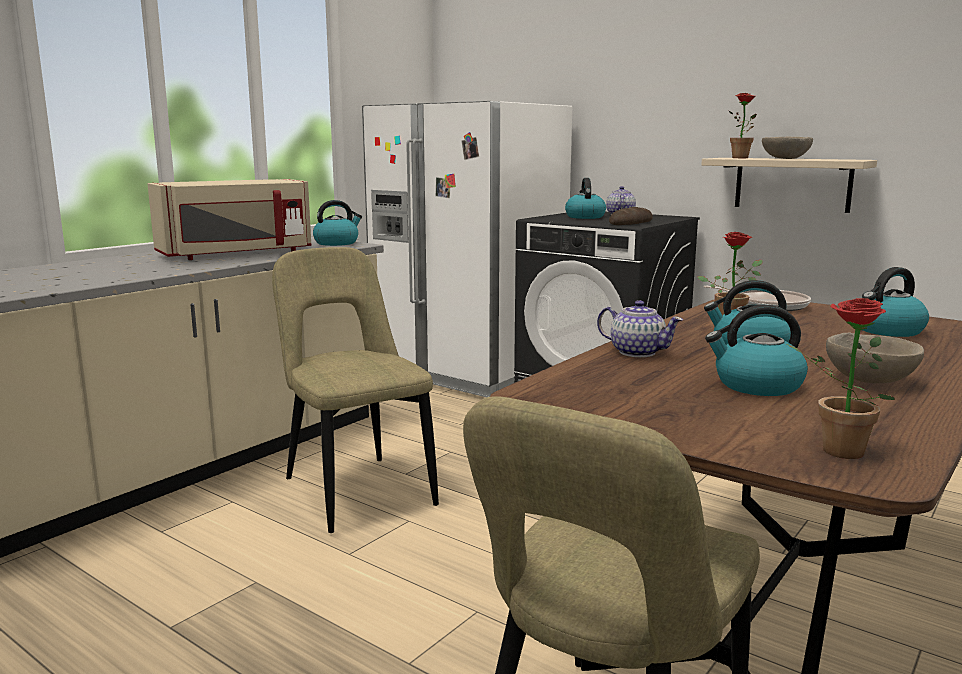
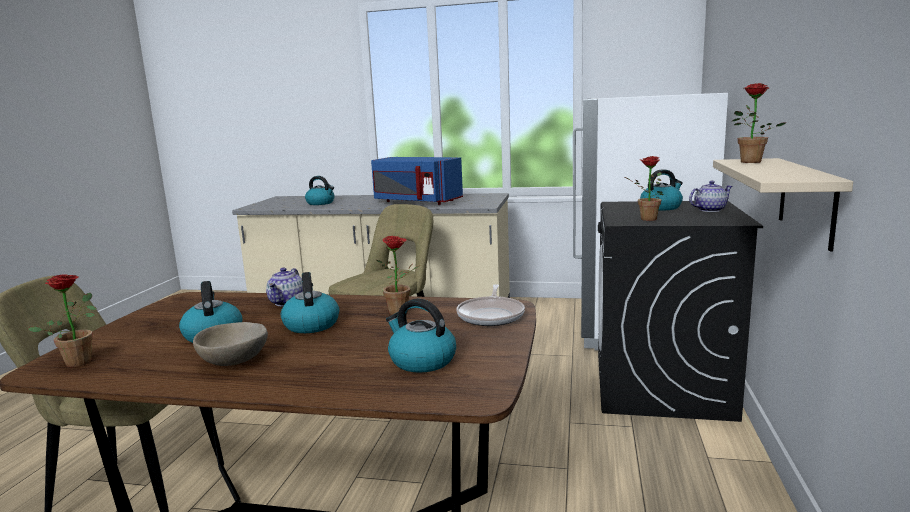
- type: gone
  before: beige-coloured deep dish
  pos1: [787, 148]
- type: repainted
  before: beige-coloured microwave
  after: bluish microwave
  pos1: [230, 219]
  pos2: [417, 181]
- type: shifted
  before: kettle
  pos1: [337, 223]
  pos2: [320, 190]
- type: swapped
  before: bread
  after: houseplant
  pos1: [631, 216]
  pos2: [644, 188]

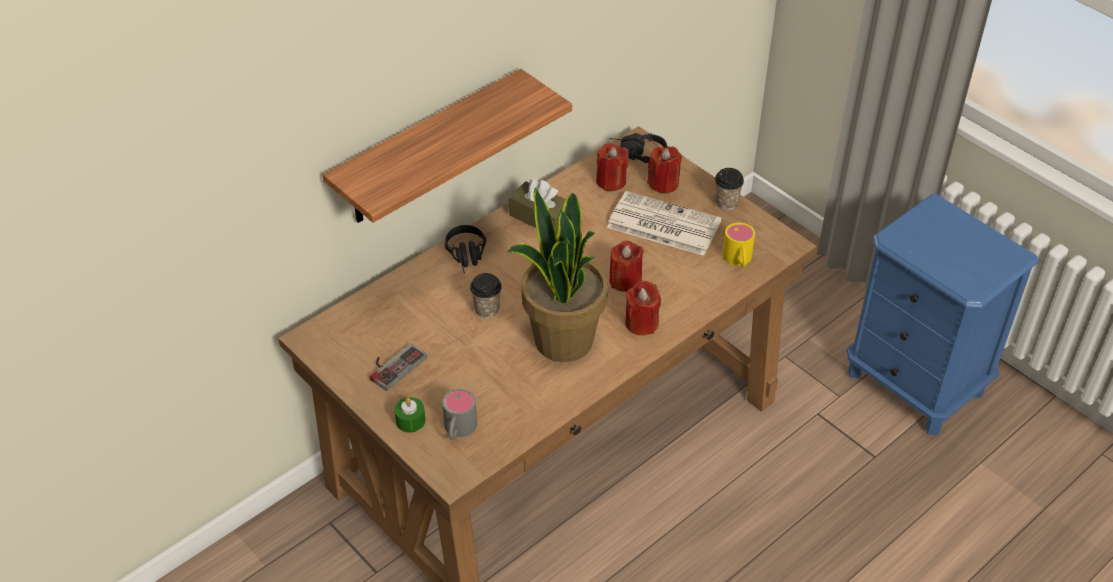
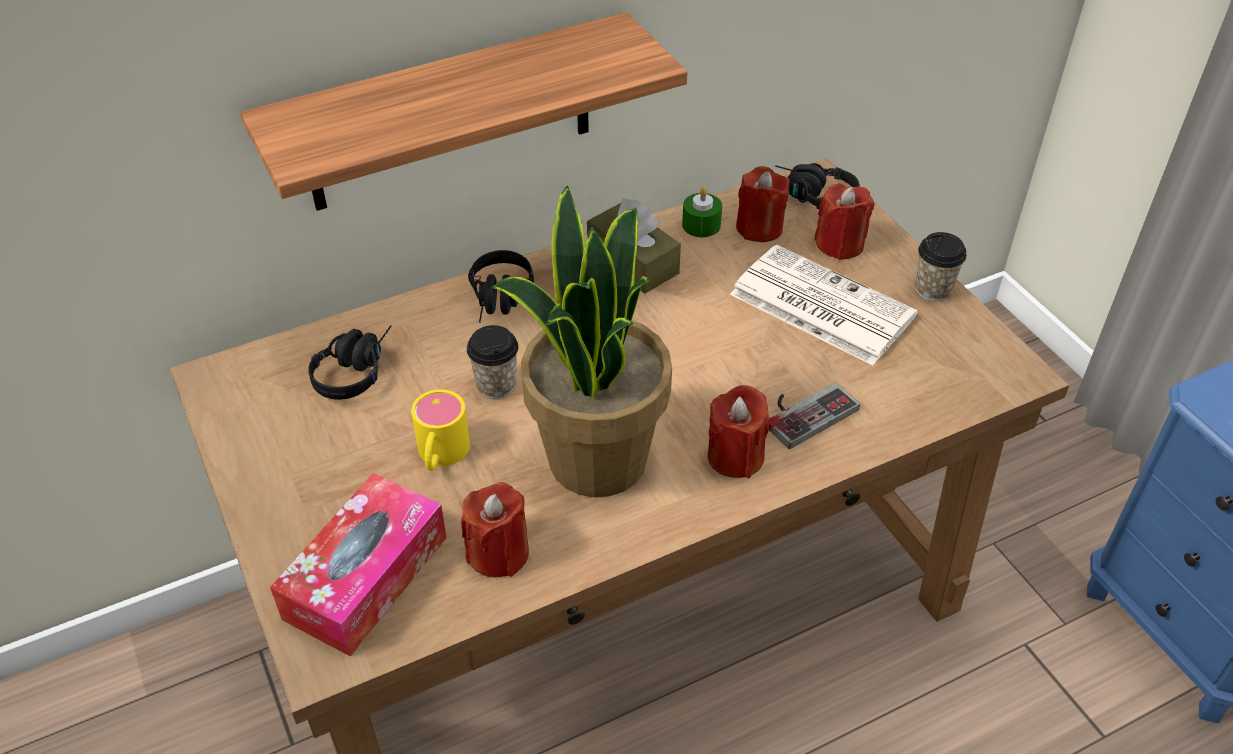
- type: shifted
  before: yellow coffee mug
  pos1: [738, 245]
  pos2: [440, 430]
- type: shifted
  before: red wax light
  pos1: [626, 266]
  pos2: [495, 530]
- type: shifted
  before: gamepad
  pos1: [398, 367]
  pos2: [814, 415]
- type: swapped
  before: greyish coffee mug
  after: tissue box
  pos1: [459, 414]
  pos2: [358, 565]
- type: shifted
  before: green-coloured wax light
  pos1: [409, 415]
  pos2: [702, 212]
- type: new
  after: black headset
  pos2: [350, 362]

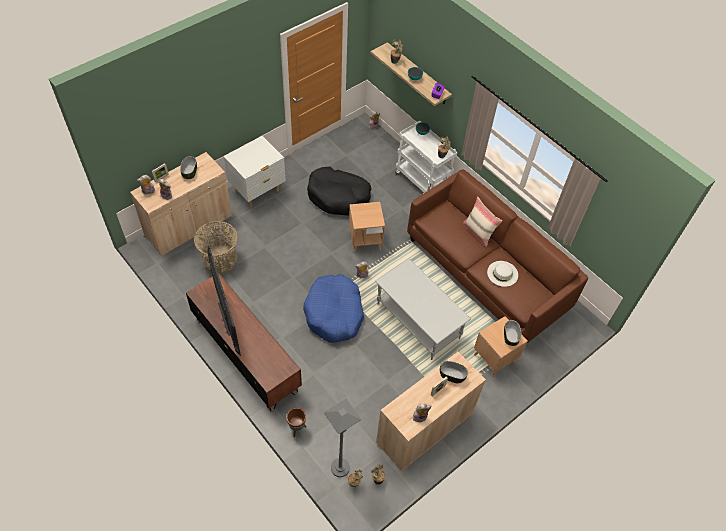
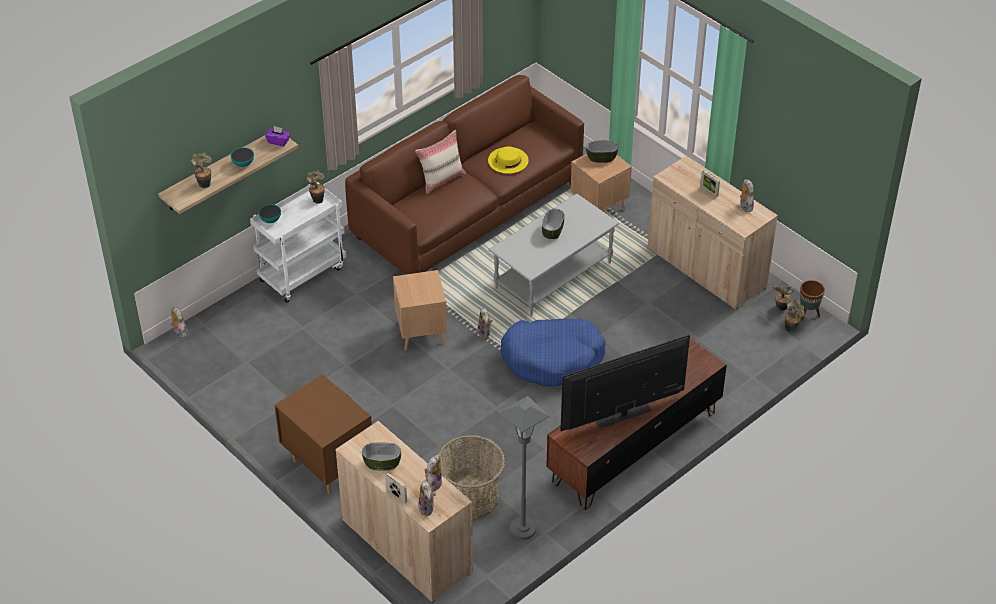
- type: repainted
  before: whitish night table
  after: brown-coloured night table
  pos1: [255, 171]
  pos2: [323, 434]
- type: gone
  before: black dog bed
  pos1: [339, 191]
- type: repainted
  before: whitish wearable hat
  after: yellow wearable hat
  pos1: [502, 274]
  pos2: [508, 160]
- type: shifted
  before: deep dish
  pos1: [454, 372]
  pos2: [553, 224]
- type: shifted
  before: greyish standard lamp
  pos1: [342, 438]
  pos2: [525, 468]
- type: shifted
  before: brown-coloured plant pot
  pos1: [296, 422]
  pos2: [812, 300]

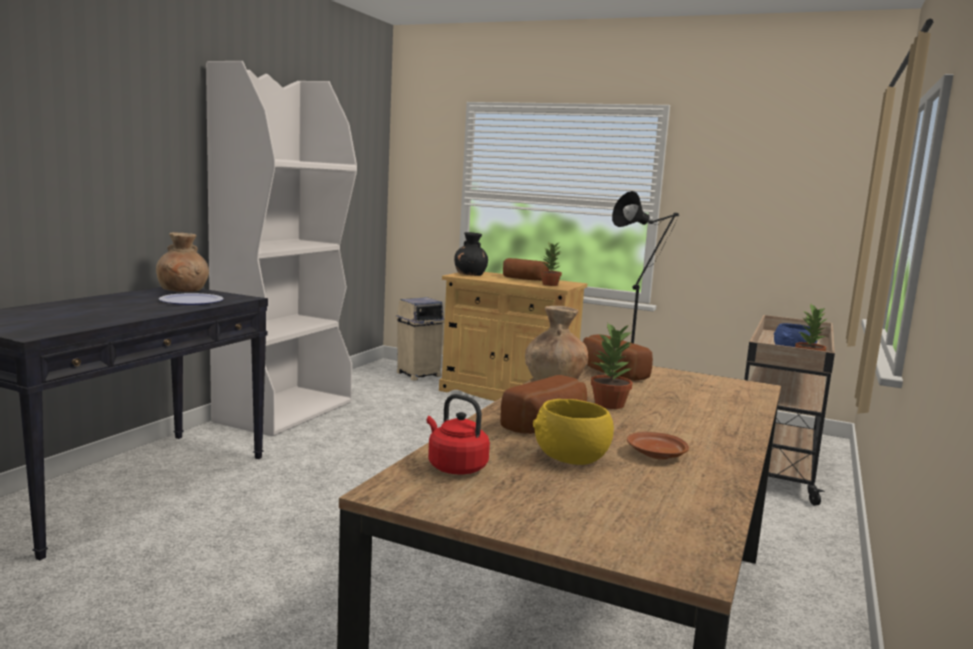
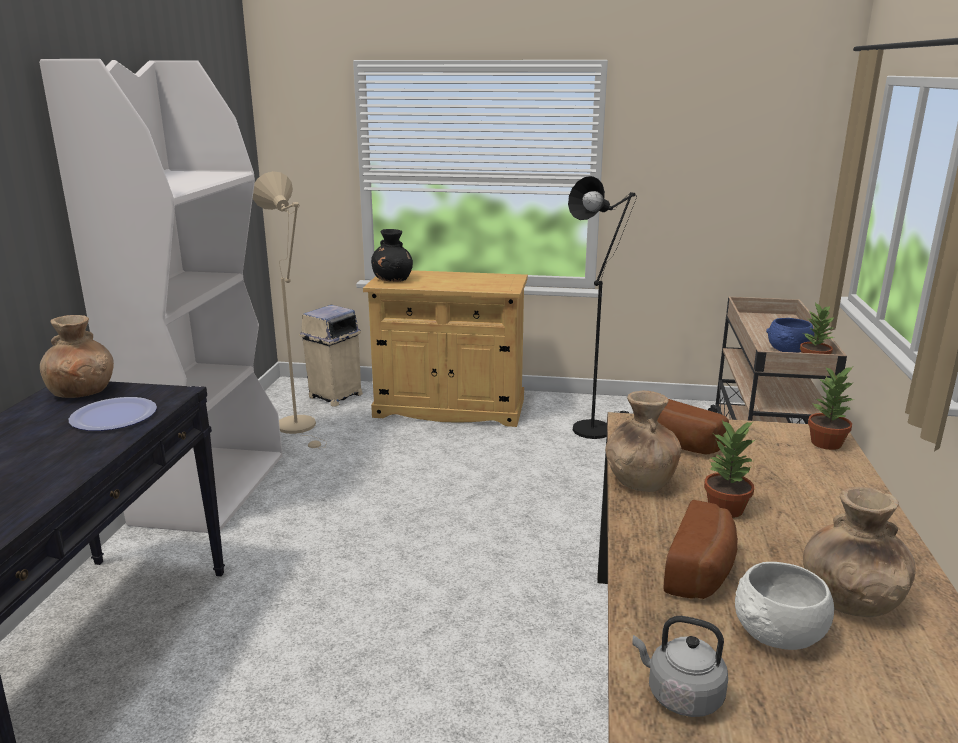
- type: shifted
  before: houseplant
  pos1: [551, 263]
  pos2: [831, 408]
- type: gone
  before: bread
  pos1: [526, 269]
- type: repainted
  before: red kettle
  after: greyish kettle
  pos1: [458, 434]
  pos2: [680, 666]
- type: repainted
  before: yellow deep dish
  after: whitish deep dish
  pos1: [573, 432]
  pos2: [784, 606]
- type: swapped
  before: brown-coloured flat dish
  after: brown-coloured vase
  pos1: [658, 445]
  pos2: [859, 552]
- type: new
  after: beige-coloured standard lamp
  pos2: [290, 309]

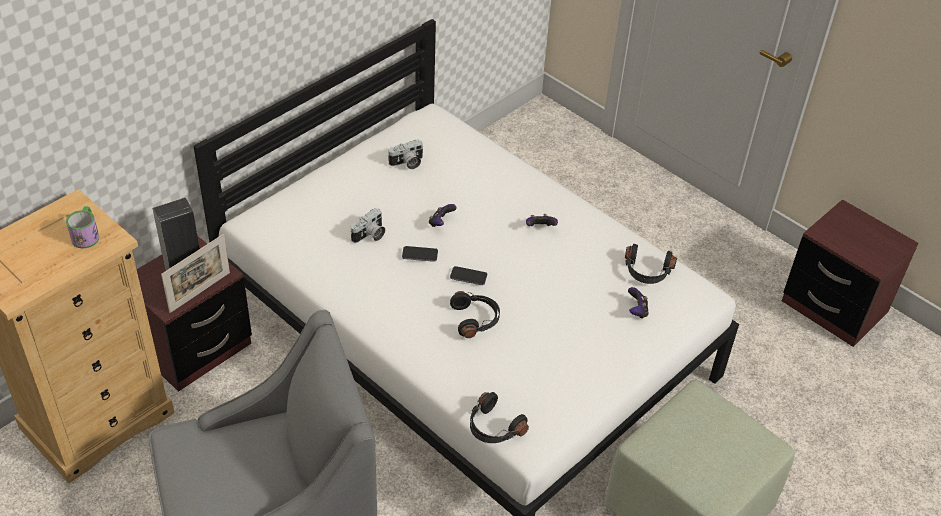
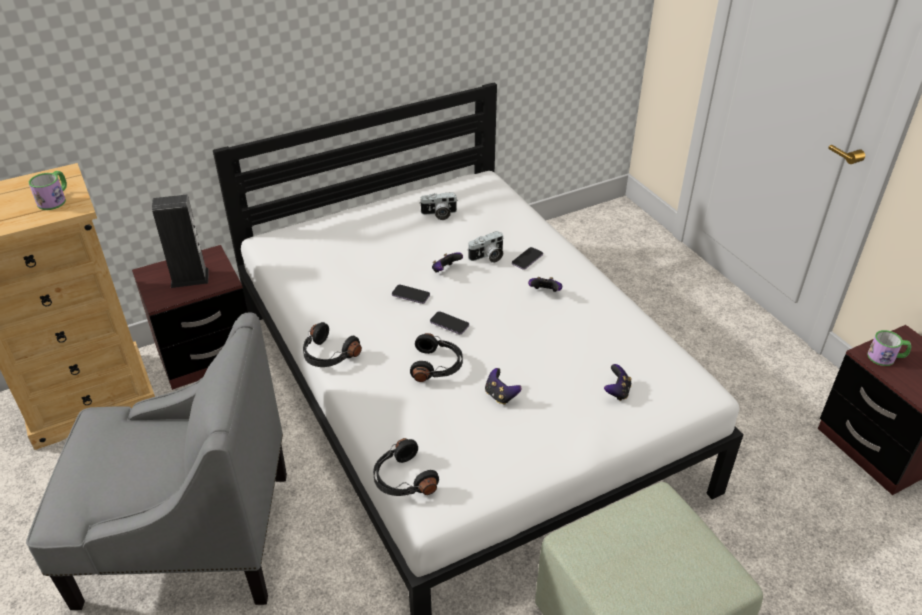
- type: shifted
  before: photo camera
  pos1: [368, 225]
  pos2: [485, 247]
- type: gone
  before: photo frame
  pos1: [195, 273]
- type: shifted
  before: black headset
  pos1: [651, 264]
  pos2: [332, 344]
- type: new
  after: phone
  pos2: [527, 258]
- type: new
  after: coffee mug
  pos2: [890, 348]
- type: new
  after: gamepad
  pos2: [503, 386]

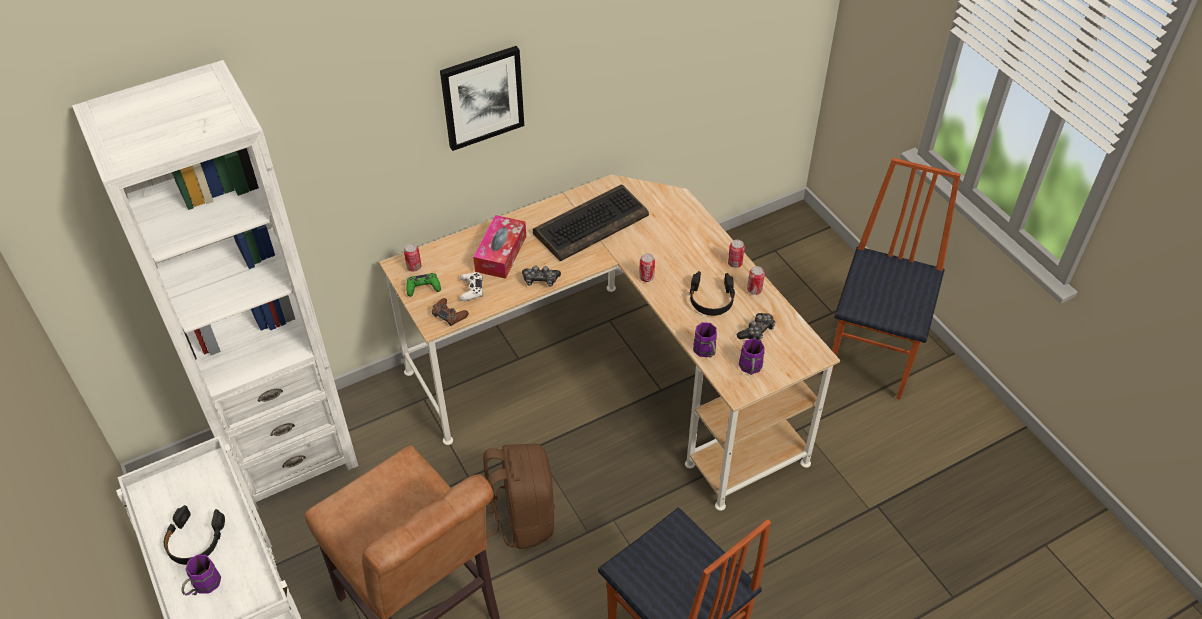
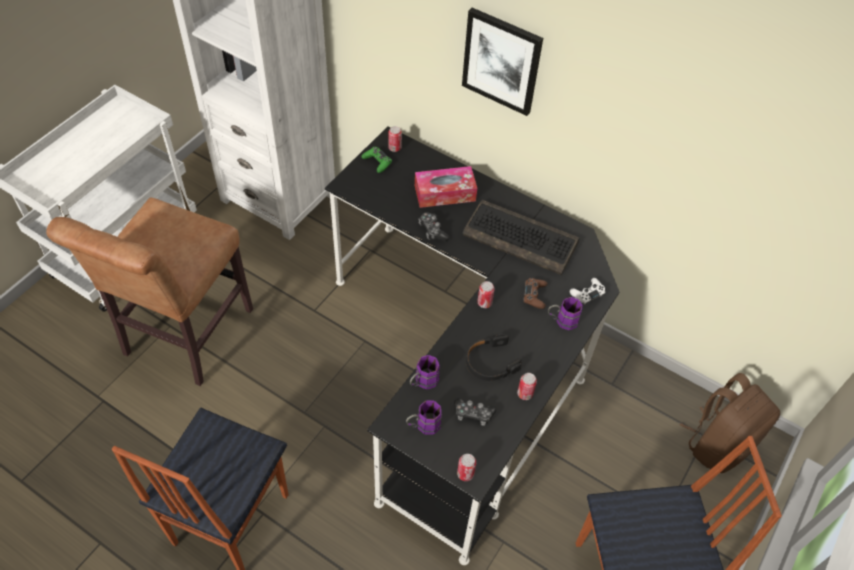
- type: repainted
  before: beige-coloured desk table
  after: black desk table
  pos1: [609, 342]
  pos2: [472, 345]
- type: shifted
  before: can
  pos1: [736, 254]
  pos2: [466, 467]
- type: shifted
  before: whitish gamepad
  pos1: [471, 286]
  pos2: [587, 291]
- type: shifted
  before: brown-coloured gamepad
  pos1: [450, 312]
  pos2: [535, 293]
- type: shifted
  before: brown-coloured backpack
  pos1: [519, 496]
  pos2: [730, 423]
- type: gone
  before: black headset
  pos1: [194, 535]
- type: shifted
  before: purple coffee mug
  pos1: [201, 575]
  pos2: [565, 313]

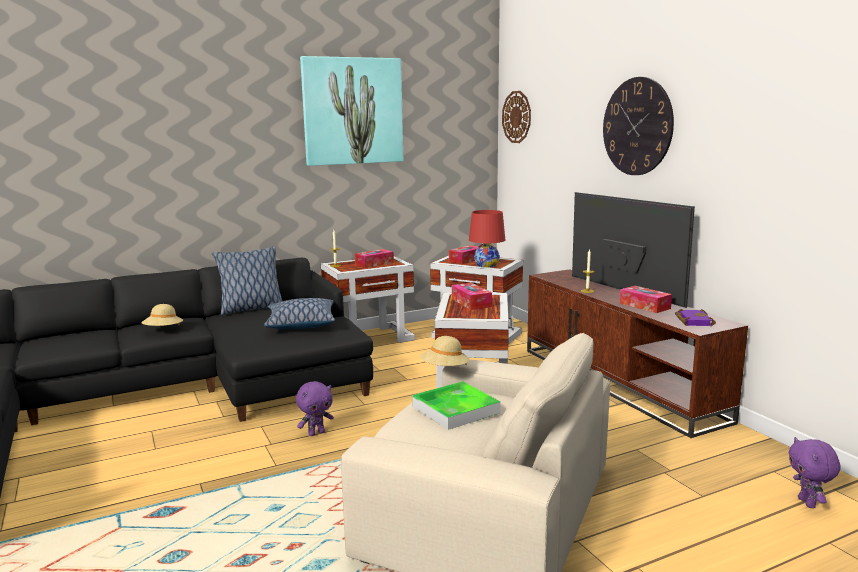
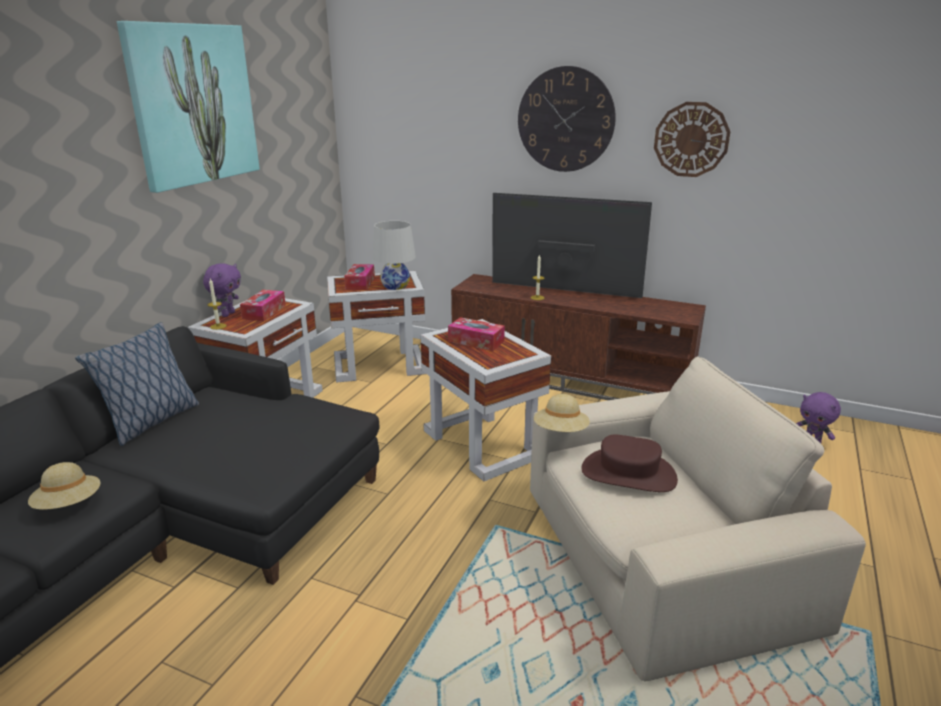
- type: shifted
  before: clock on the wall
  pos1: [516, 117]
  pos2: [692, 139]
- type: repainted
  before: red tabletop lamp
  after: whitish tabletop lamp
  pos1: [487, 239]
  pos2: [394, 255]
- type: gone
  before: tissue box
  pos1: [646, 299]
- type: gone
  before: cushion
  pos1: [299, 313]
- type: gone
  before: purple book
  pos1: [695, 317]
- type: shifted
  before: purple plush toy
  pos1: [315, 408]
  pos2: [222, 290]
- type: swapped
  before: carrying tray
  after: brown-coloured wearable hat
  pos1: [456, 405]
  pos2: [629, 463]

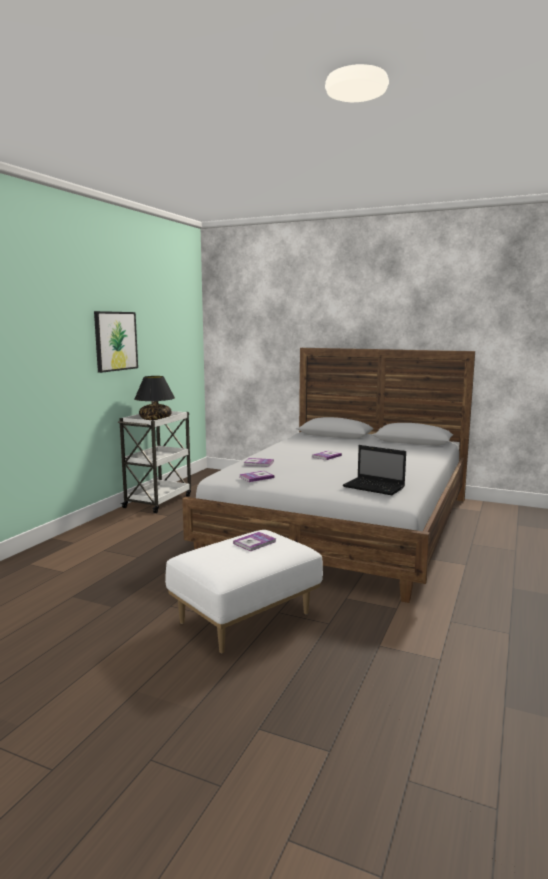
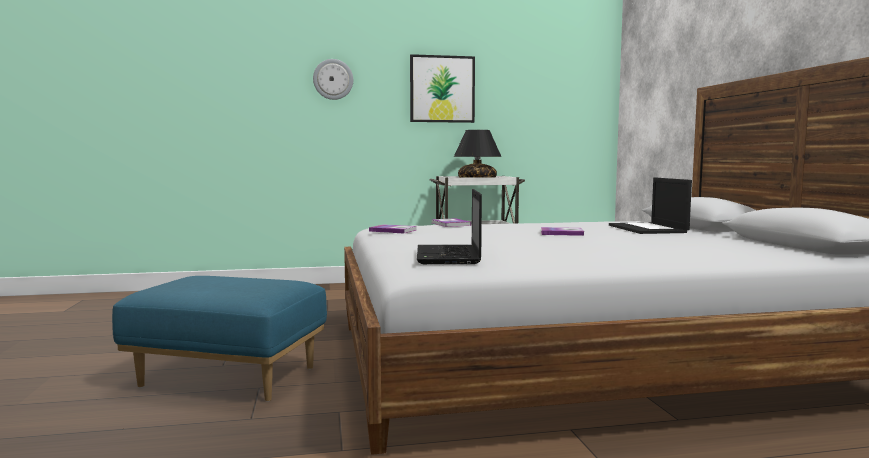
- type: repainted
  before: whitish pouffe
  after: bluish pouffe
  pos1: [244, 592]
  pos2: [219, 339]
- type: gone
  before: book
  pos1: [254, 541]
- type: new
  after: clock on the wall
  pos2: [333, 79]
- type: new
  after: portable computer
  pos2: [650, 206]

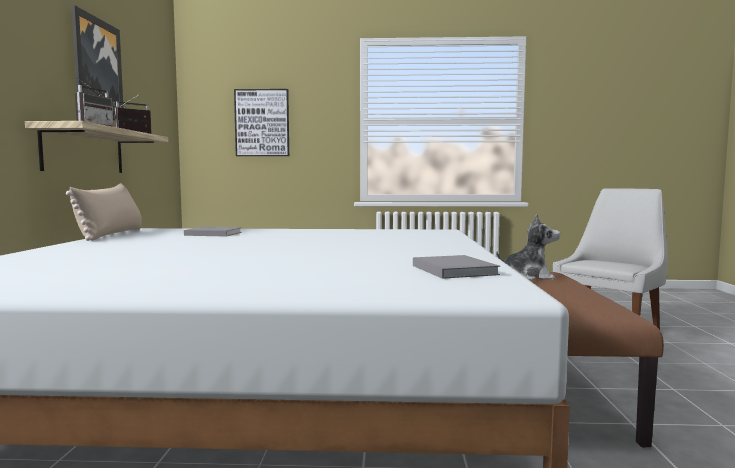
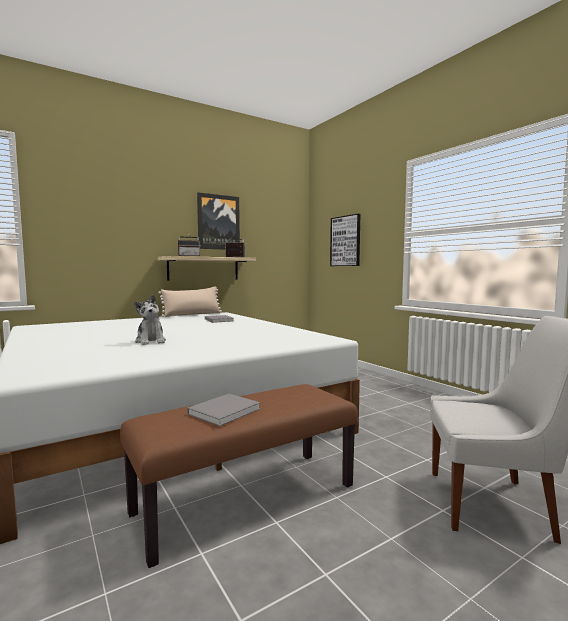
- type: shifted
  before: plush toy
  pos1: [528, 247]
  pos2: [150, 320]
- type: shifted
  before: greyish book
  pos1: [456, 267]
  pos2: [224, 410]

